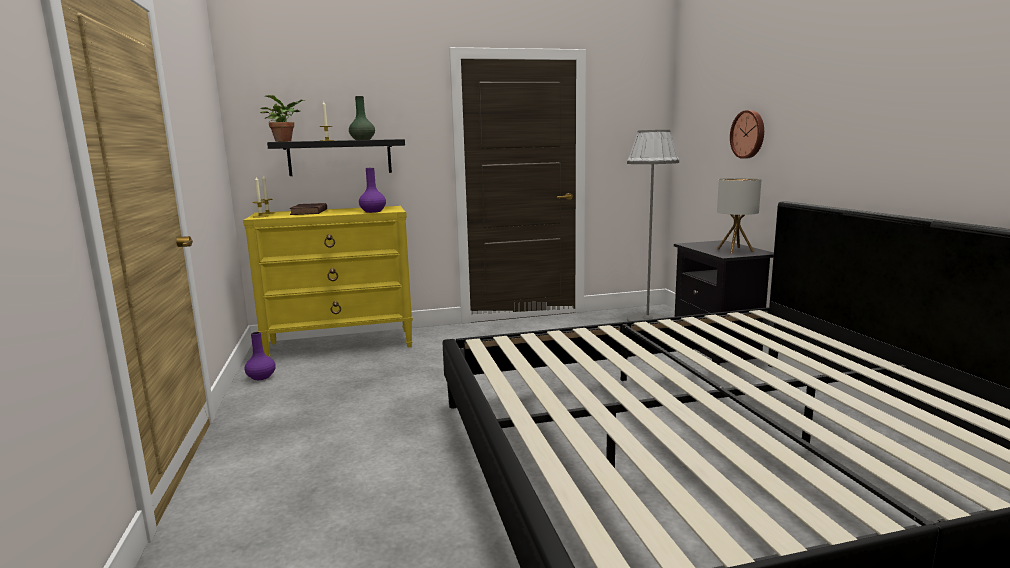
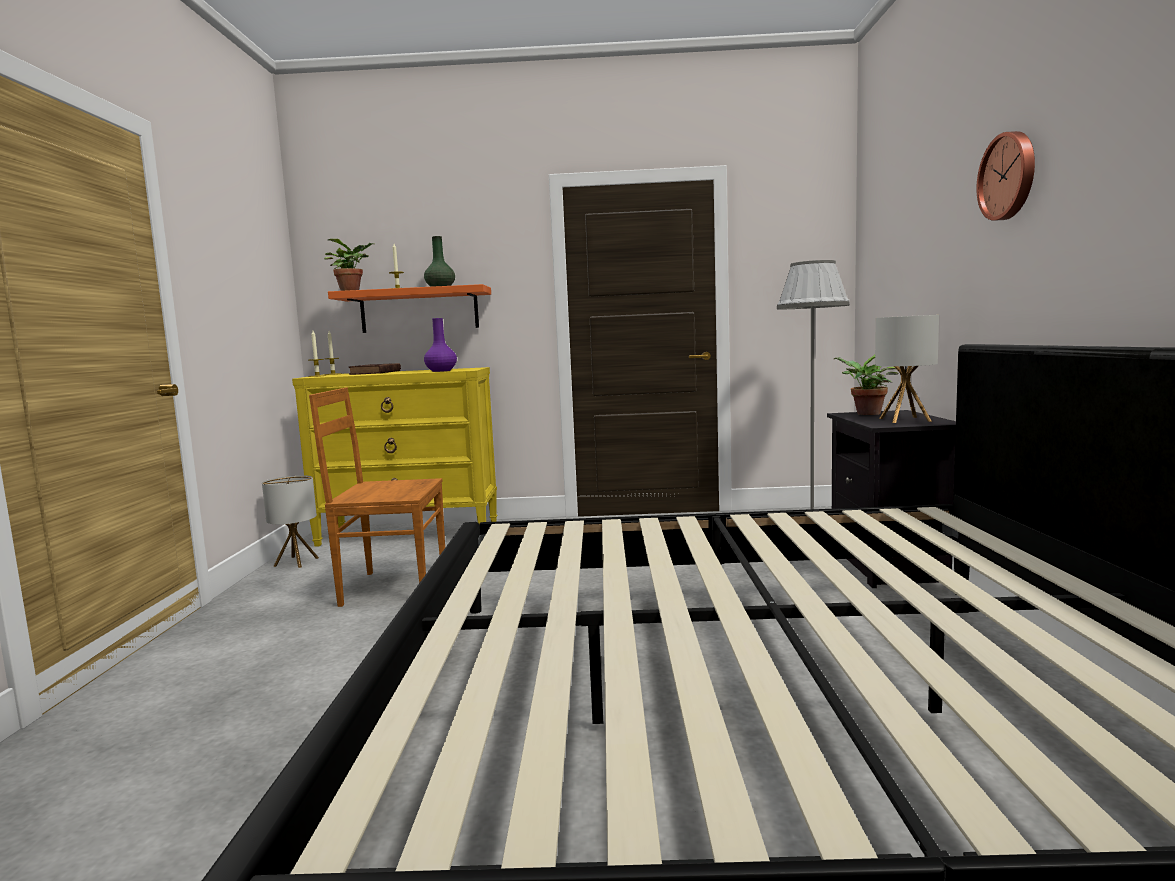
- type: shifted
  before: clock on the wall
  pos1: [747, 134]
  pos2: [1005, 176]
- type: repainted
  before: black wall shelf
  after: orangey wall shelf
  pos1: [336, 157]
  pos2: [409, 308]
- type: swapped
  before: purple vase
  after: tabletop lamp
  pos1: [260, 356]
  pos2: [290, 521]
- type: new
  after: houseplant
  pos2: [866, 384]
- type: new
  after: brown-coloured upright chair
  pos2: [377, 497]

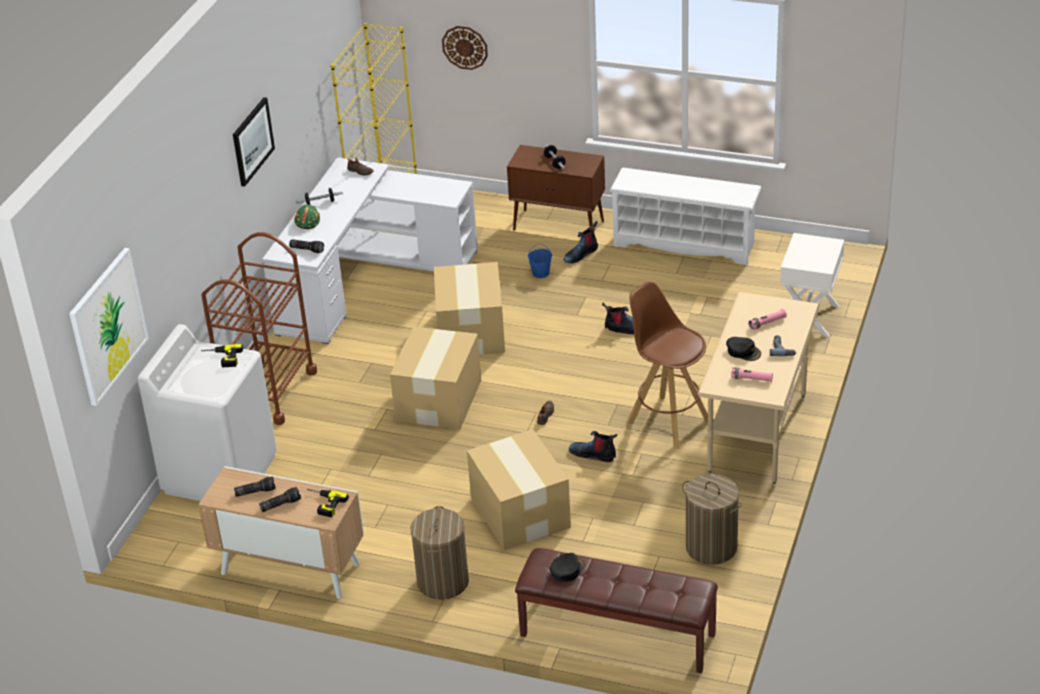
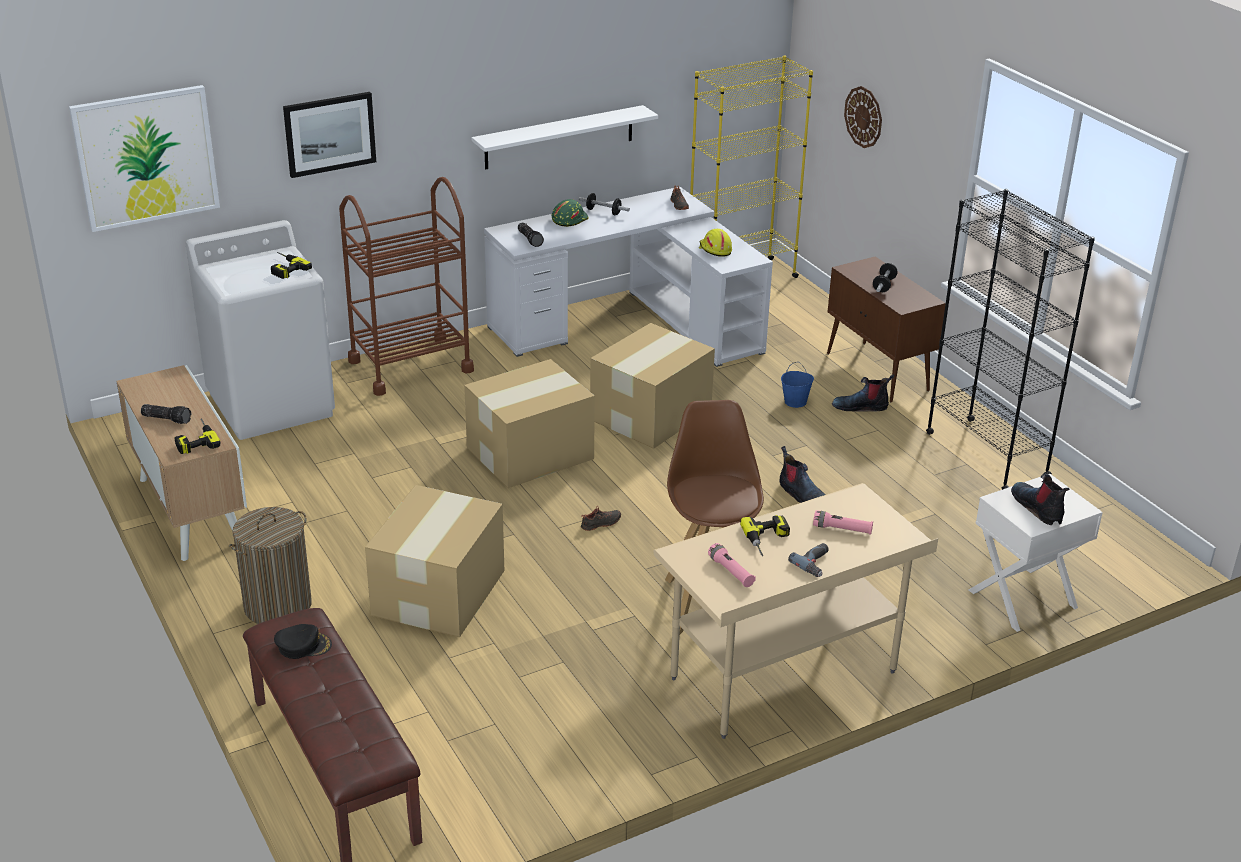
- type: shifted
  before: wall art
  pos1: [254, 142]
  pos2: [329, 135]
- type: swapped
  before: whitish shoe stand
  after: black shelving unit
  pos1: [685, 216]
  pos2: [1010, 339]
- type: swapped
  before: black peaked cap
  after: electric drill
  pos1: [743, 349]
  pos2: [765, 536]
- type: shifted
  before: tall boot
  pos1: [593, 446]
  pos2: [1040, 499]
- type: gone
  before: washing basket
  pos1: [712, 519]
- type: gone
  before: flashlight
  pos1: [255, 487]
- type: new
  after: whitish wall shelf
  pos2: [565, 137]
- type: new
  after: yellow work helmet
  pos2: [715, 243]

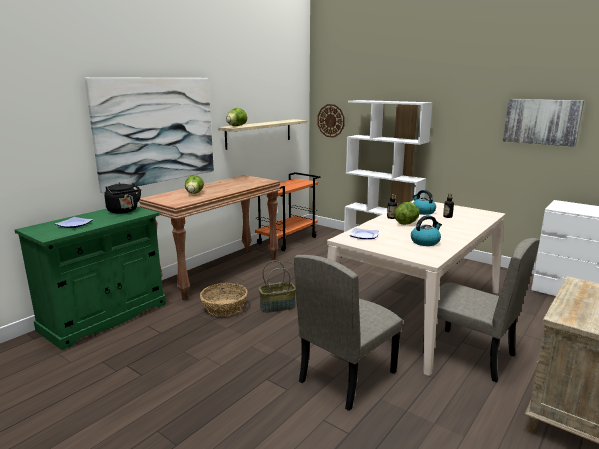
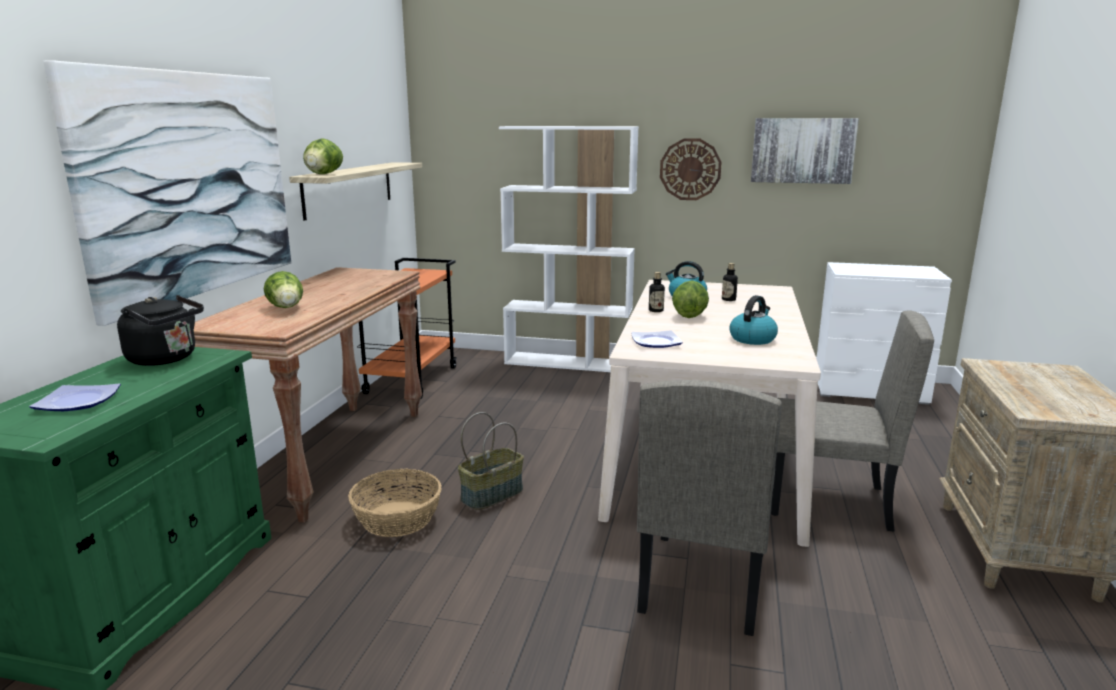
- type: shifted
  before: clock on the wall
  pos1: [331, 121]
  pos2: [691, 169]

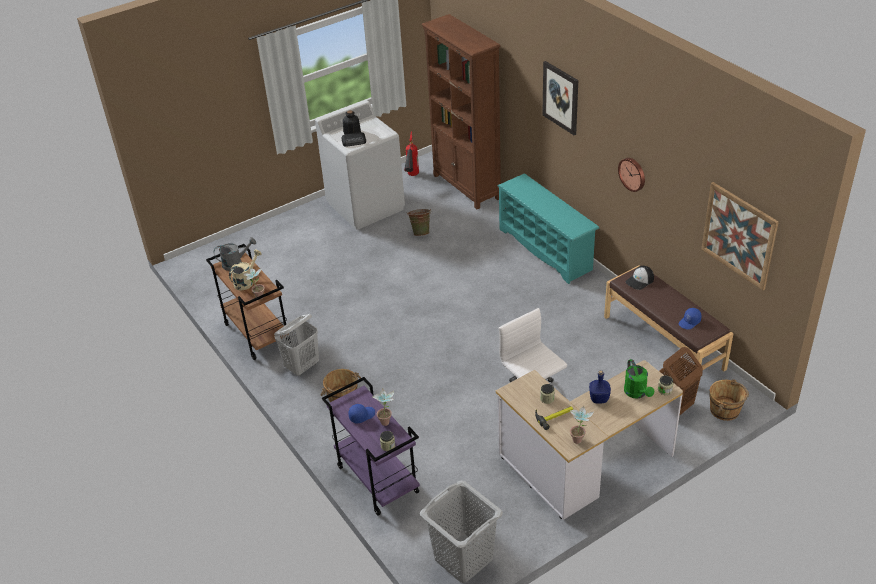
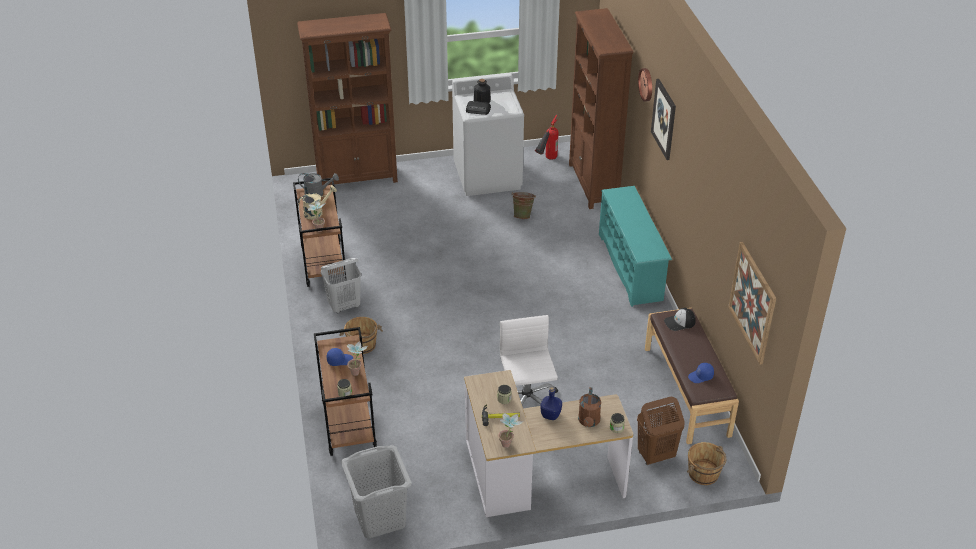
- type: shifted
  before: clock on the wall
  pos1: [631, 175]
  pos2: [645, 85]
- type: repainted
  before: green-coloured watering pot
  after: brown-coloured watering pot
  pos1: [639, 378]
  pos2: [589, 407]
- type: repainted
  before: purple wheeled cart
  after: brown-coloured wheeled cart
  pos1: [371, 446]
  pos2: [345, 391]
- type: new
  after: brown-coloured shelving unit
  pos2: [347, 99]

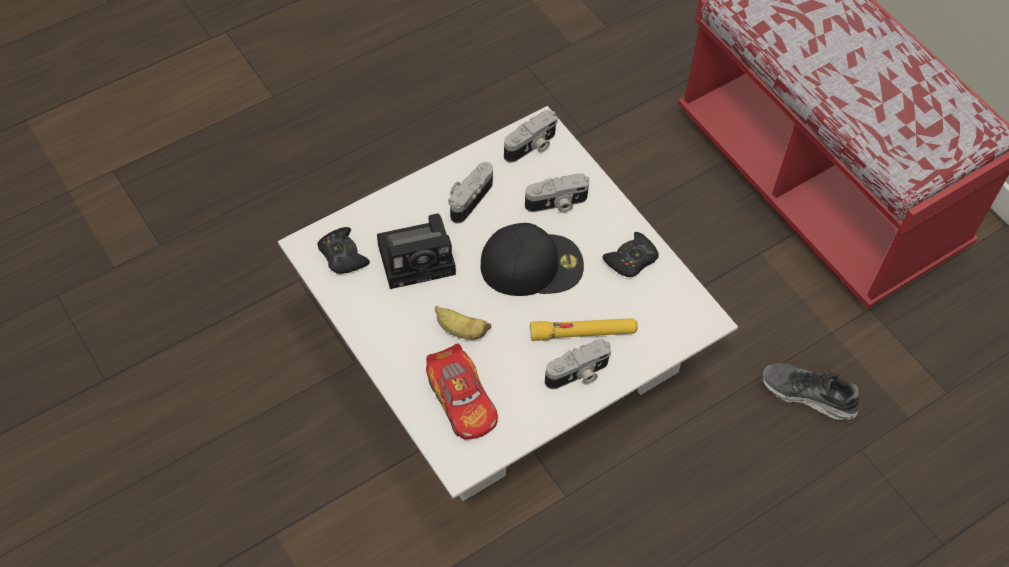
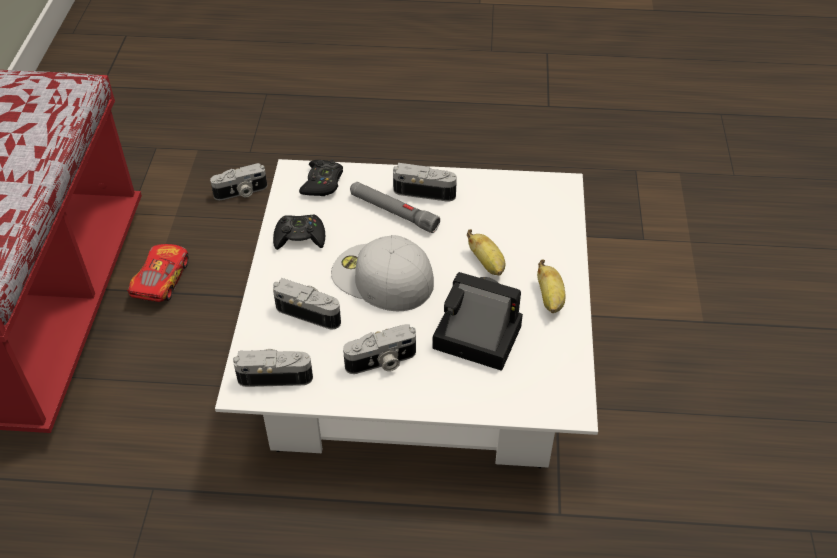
- type: repainted
  before: black peaked cap
  after: whitish peaked cap
  pos1: [532, 259]
  pos2: [382, 273]
- type: shifted
  before: black gamepad
  pos1: [343, 250]
  pos2: [321, 178]
- type: repainted
  before: yellow flashlight
  after: greyish flashlight
  pos1: [584, 329]
  pos2: [395, 207]
- type: shifted
  before: toy car
  pos1: [462, 392]
  pos2: [158, 273]
- type: swapped
  before: shoe
  after: photo camera
  pos1: [811, 392]
  pos2: [238, 181]
- type: new
  after: whole banana
  pos2: [551, 286]

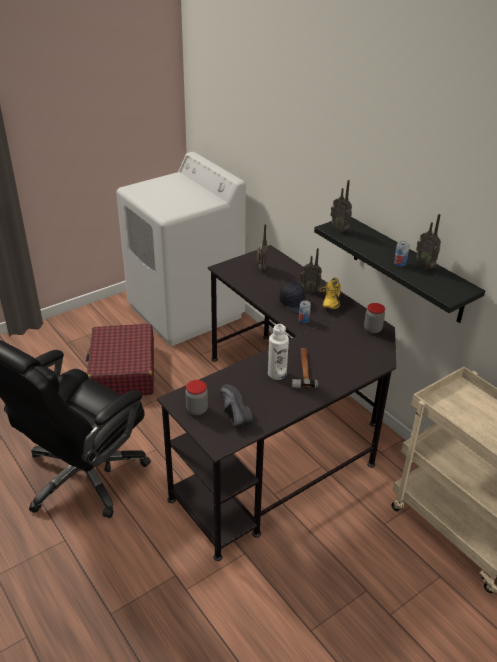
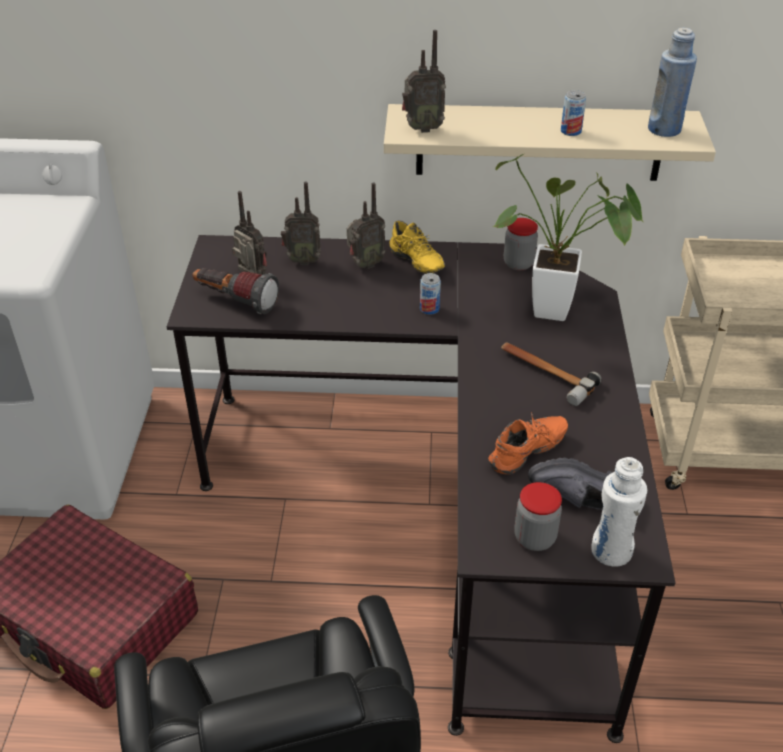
- type: shifted
  before: radio
  pos1: [428, 241]
  pos2: [301, 223]
- type: repainted
  before: black wall shelf
  after: beige-coloured wall shelf
  pos1: [399, 270]
  pos2: [550, 142]
- type: gone
  before: black peaked cap
  pos1: [295, 298]
- type: shifted
  before: whitish bottle
  pos1: [278, 352]
  pos2: [619, 512]
- type: new
  after: bluish bottle
  pos2: [672, 82]
- type: new
  after: houseplant
  pos2: [568, 237]
- type: new
  after: flashlight
  pos2: [235, 291]
- type: new
  after: orangey shoe
  pos2: [528, 443]

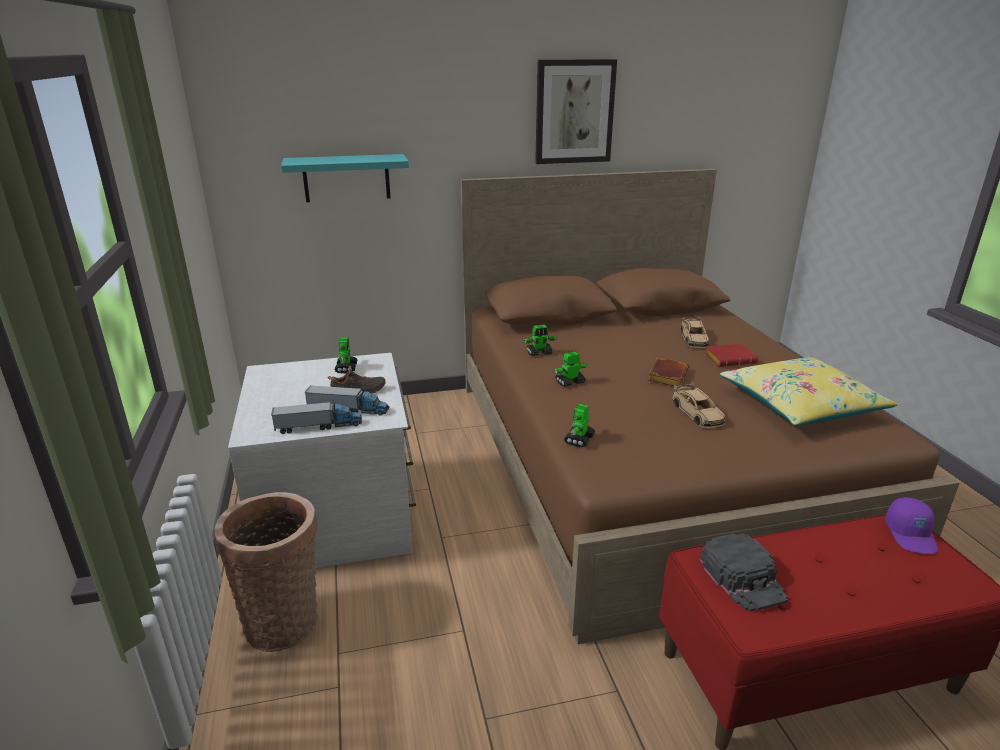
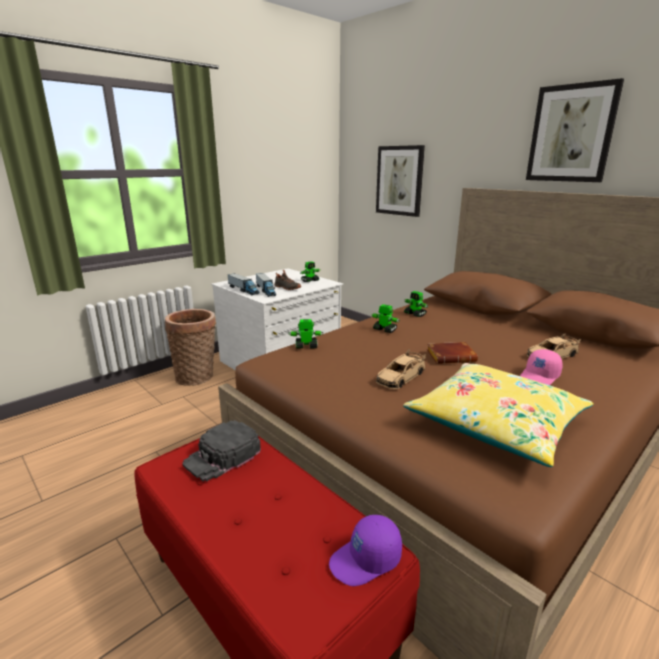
- type: swapped
  before: blue-green wall shelf
  after: wall art
  pos1: [345, 178]
  pos2: [400, 181]
- type: swapped
  before: red book
  after: pinkish peaked cap
  pos1: [731, 355]
  pos2: [541, 367]

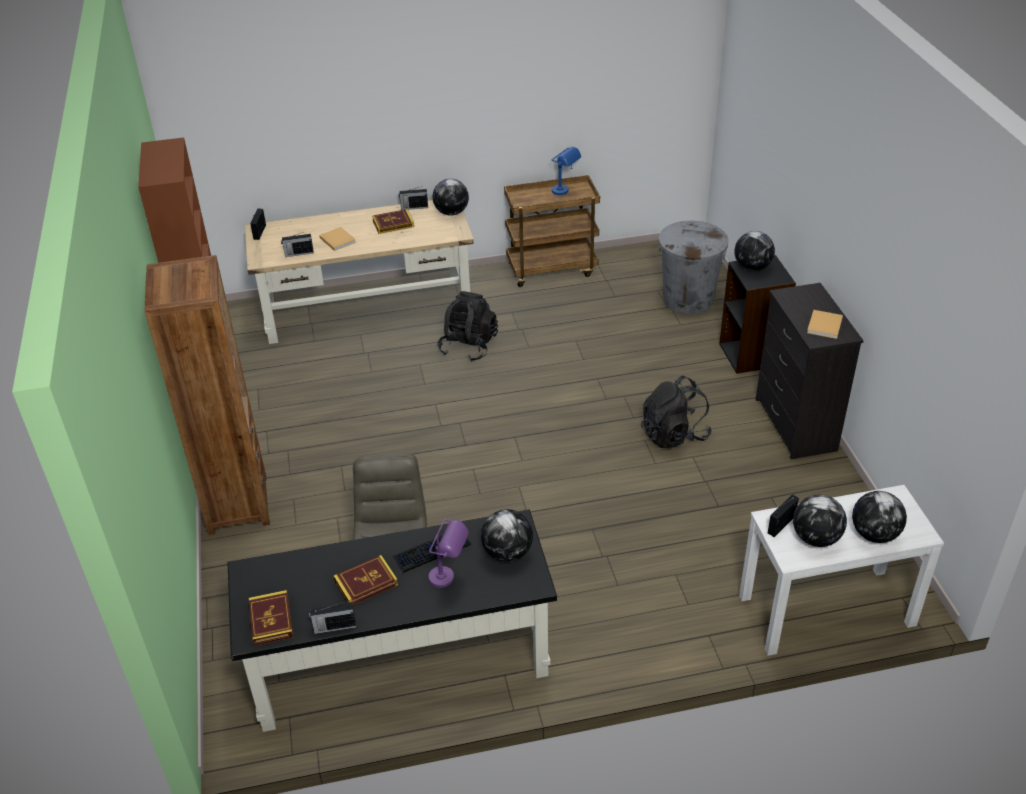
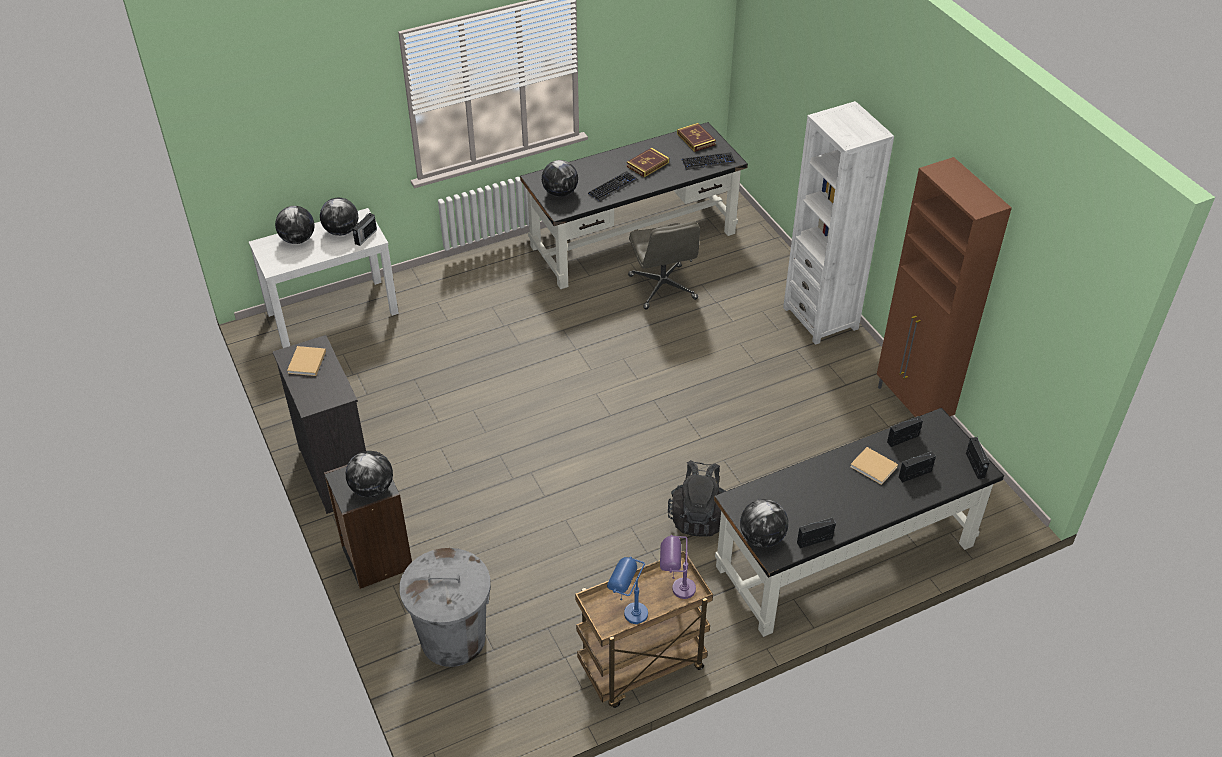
- type: repainted
  before: beige-coloured desk table
  after: black desk table
  pos1: [359, 272]
  pos2: [859, 522]
- type: gone
  before: book
  pos1: [393, 221]
- type: repainted
  before: brown-coloured shelving unit
  after: whitish shelving unit
  pos1: [207, 395]
  pos2: [838, 223]
- type: gone
  before: black backpack
  pos1: [676, 412]
- type: shifted
  before: purple tabletop lamp
  pos1: [449, 553]
  pos2: [678, 567]
- type: shifted
  before: radio
  pos1: [332, 618]
  pos2: [917, 466]
- type: new
  after: computer keyboard
  pos2: [708, 161]

